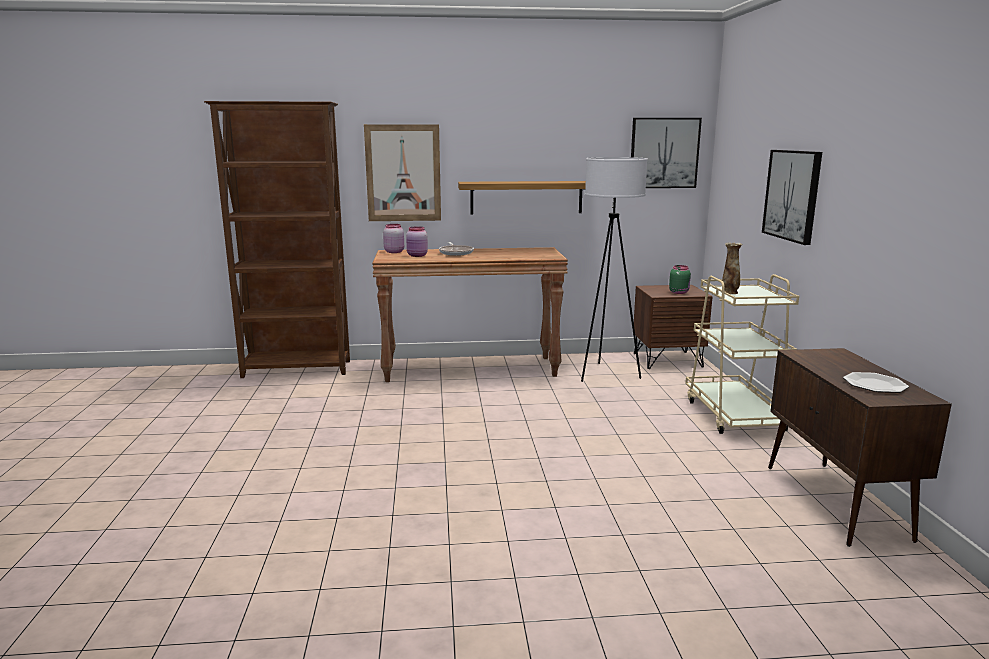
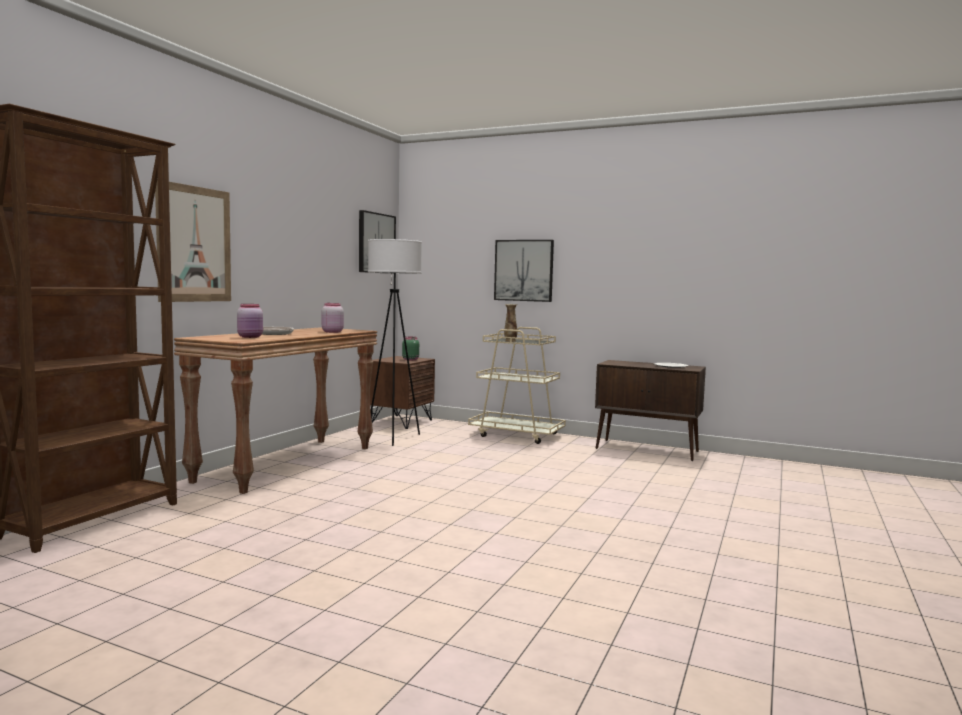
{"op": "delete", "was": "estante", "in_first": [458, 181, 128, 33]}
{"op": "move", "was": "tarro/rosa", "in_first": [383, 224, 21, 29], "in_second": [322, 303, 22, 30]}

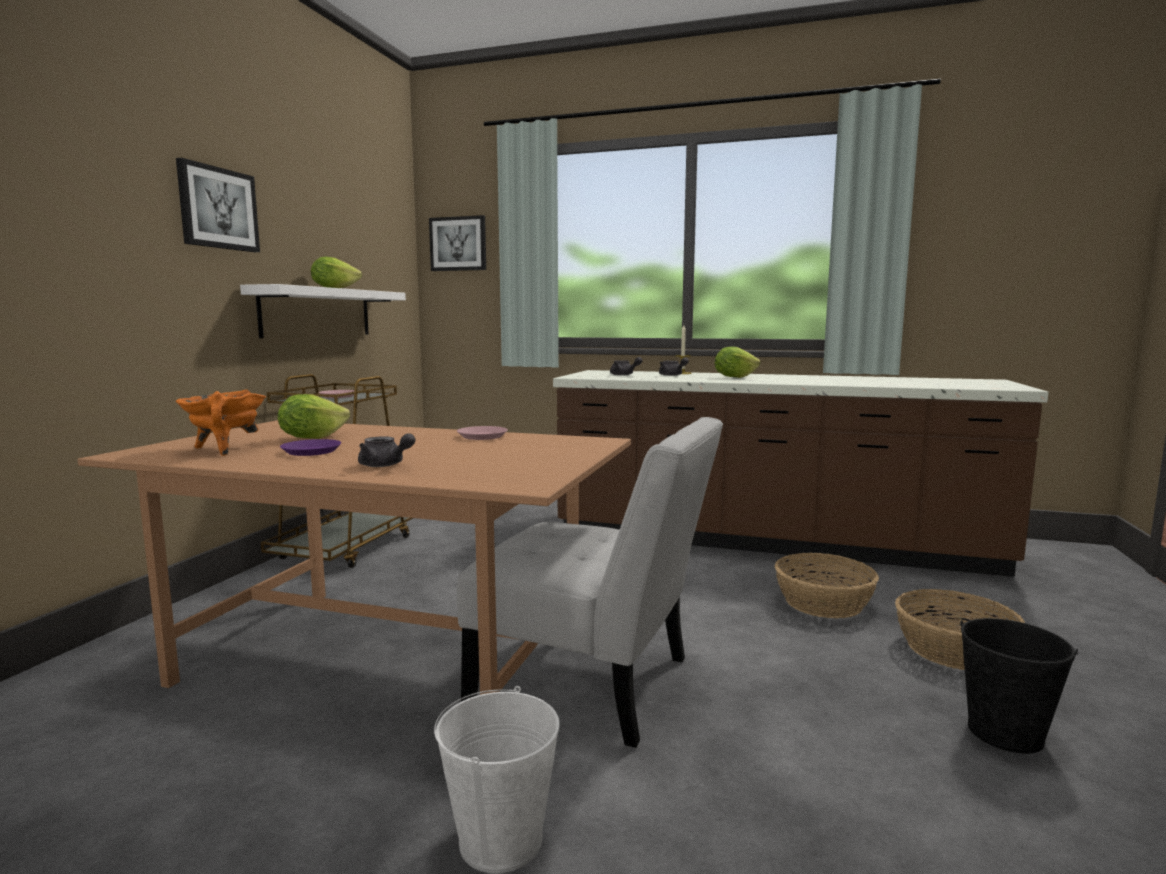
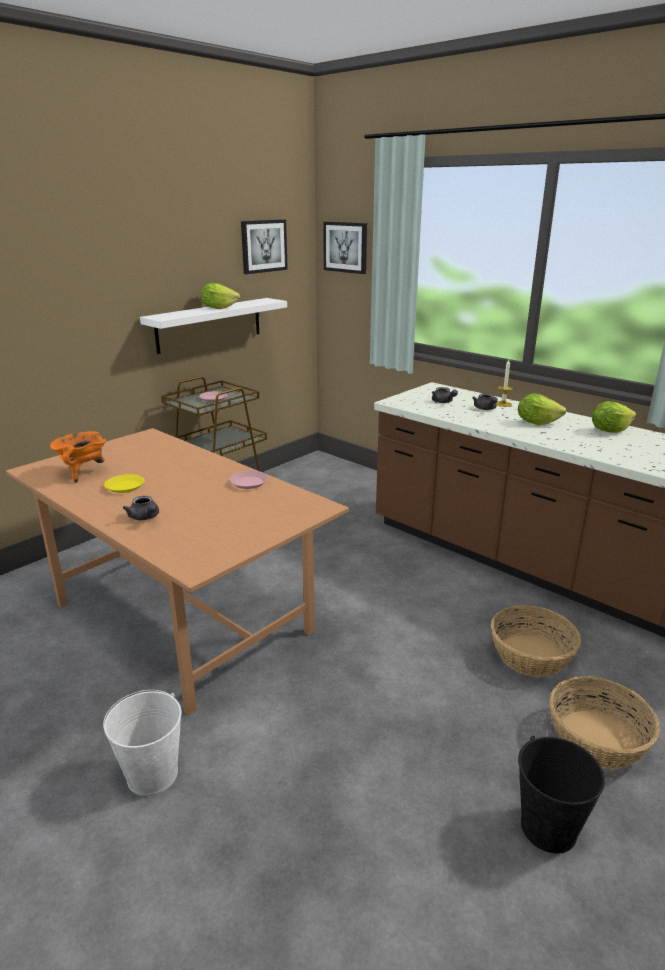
{"op": "move", "was": "cuadro", "in_first": [176, 158, 84, 94], "in_second": [241, 219, 47, 55]}
{"op": "move", "was": "lechuga", "in_first": [278, 394, 72, 45], "in_second": [592, 401, 44, 32]}
{"op": "delete", "was": "silla/blanco", "in_first": [457, 417, 266, 331]}
{"op": "recolor", "was": "plato/morado", "now": "plato/amarillo", "in_first": [280, 439, 61, 17], "in_second": [104, 474, 41, 19]}

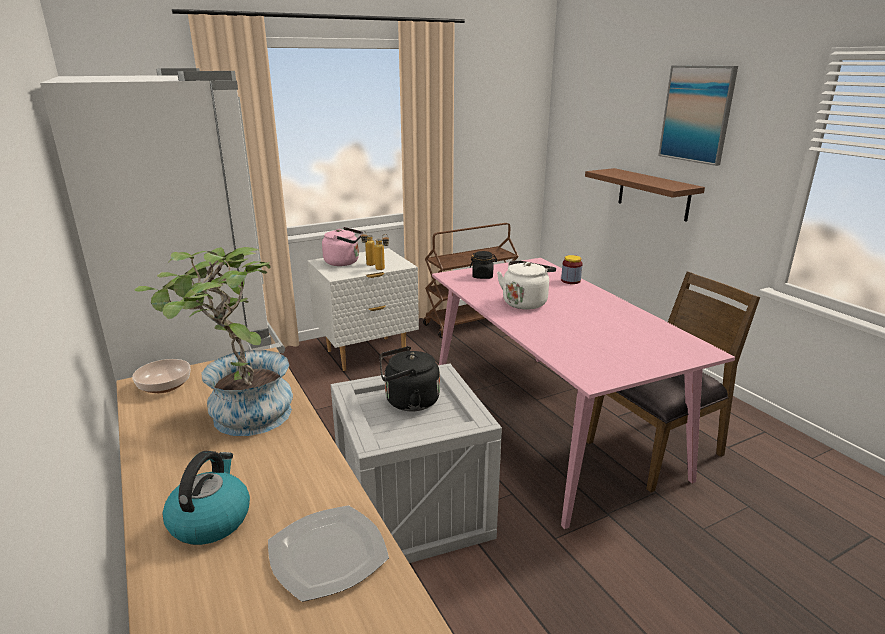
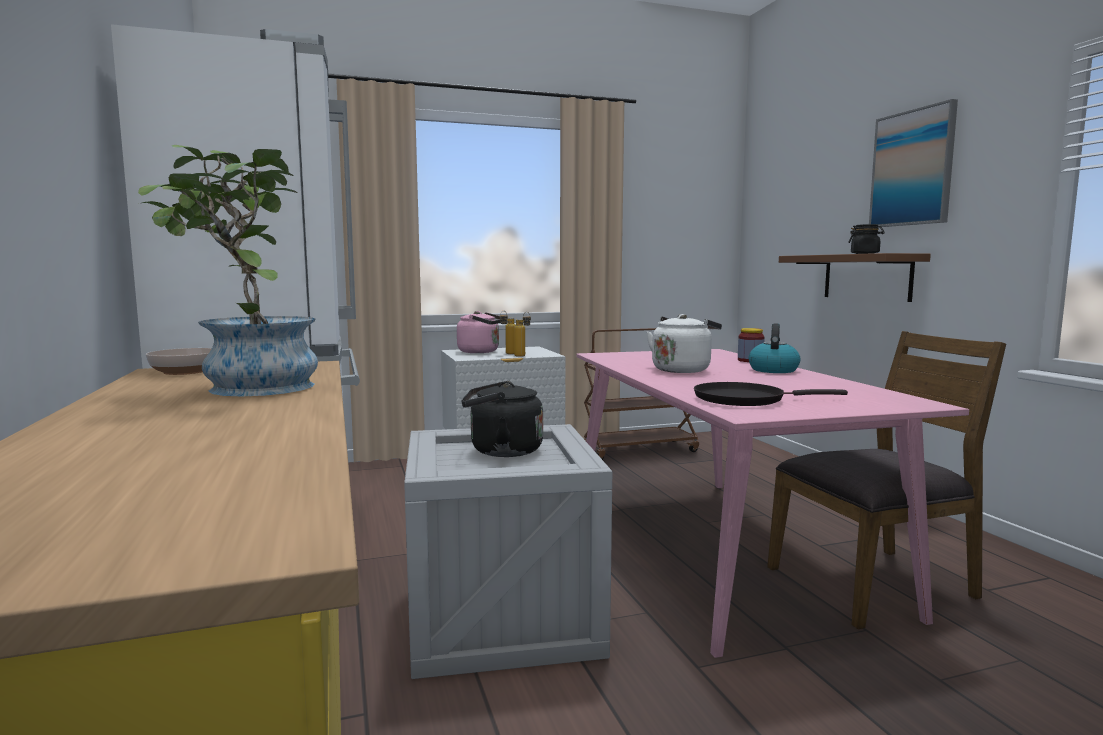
{"op": "move", "was": "tarro/negro", "in_first": [470, 251, 27, 28], "in_second": [848, 224, 37, 30]}
{"op": "move", "was": "hervidor", "in_first": [163, 451, 87, 94], "in_second": [749, 324, 52, 49]}
{"op": "delete", "was": "plato", "in_first": [268, 505, 121, 97]}
{"op": "insert", "now": "sartén/negro", "in_second": [694, 382, 154, 24]}

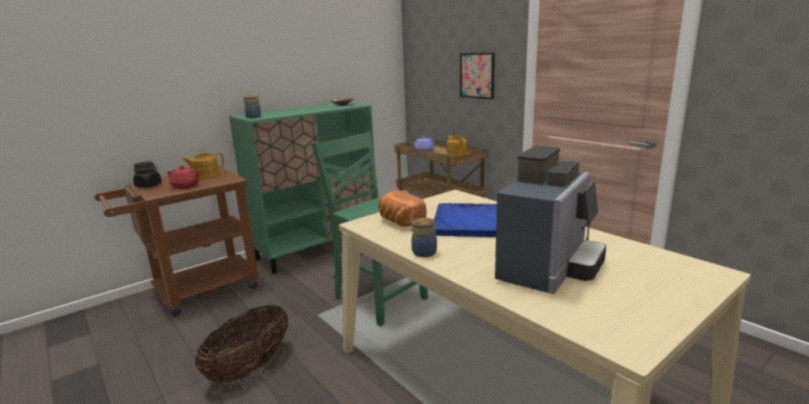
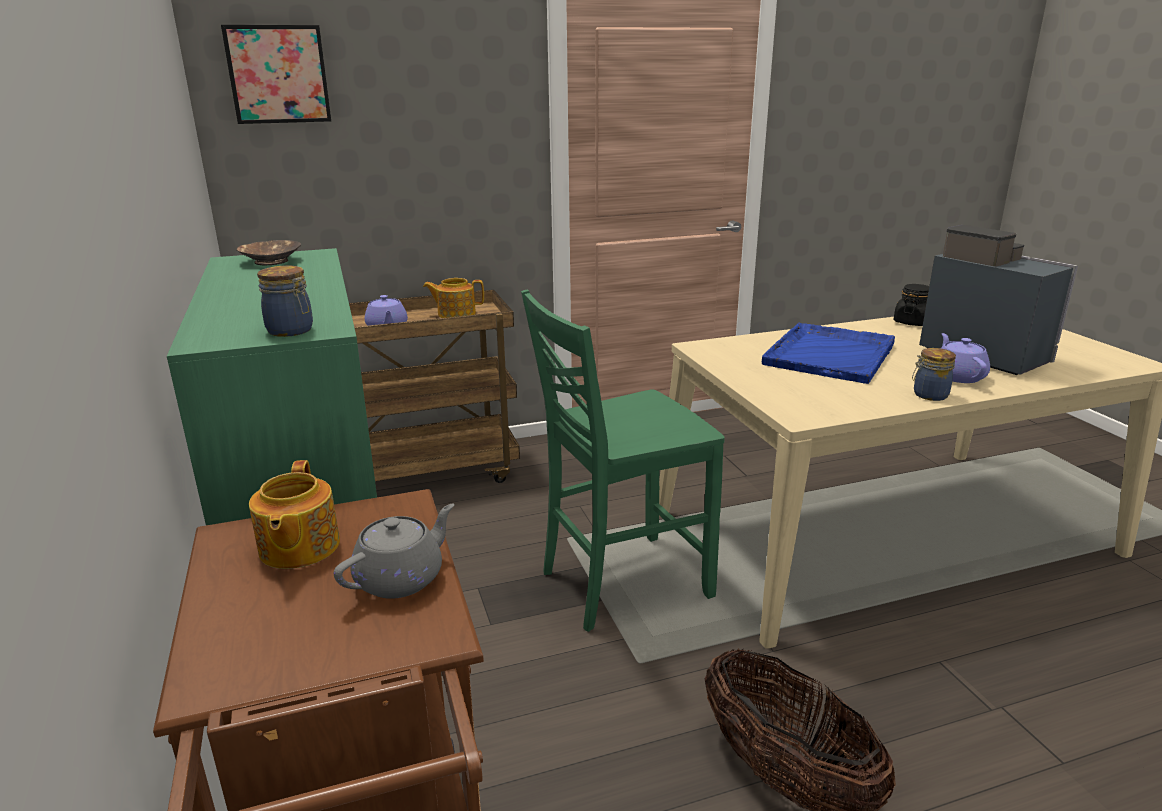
{"op": "move", "was": "cuadro", "in_first": [460, 53, 35, 46], "in_second": [221, 25, 110, 99]}
{"op": "move", "was": "tarro/negro", "in_first": [133, 161, 29, 27], "in_second": [894, 284, 35, 42]}
{"op": "recolor", "was": "tetera/rojo", "now": "tetera/gris", "in_first": [168, 165, 33, 24], "in_second": [334, 504, 121, 95]}
{"op": "delete", "was": "pan", "in_first": [378, 190, 48, 37]}
{"op": "insert", "now": "tetera/morado", "in_second": [941, 333, 49, 50]}

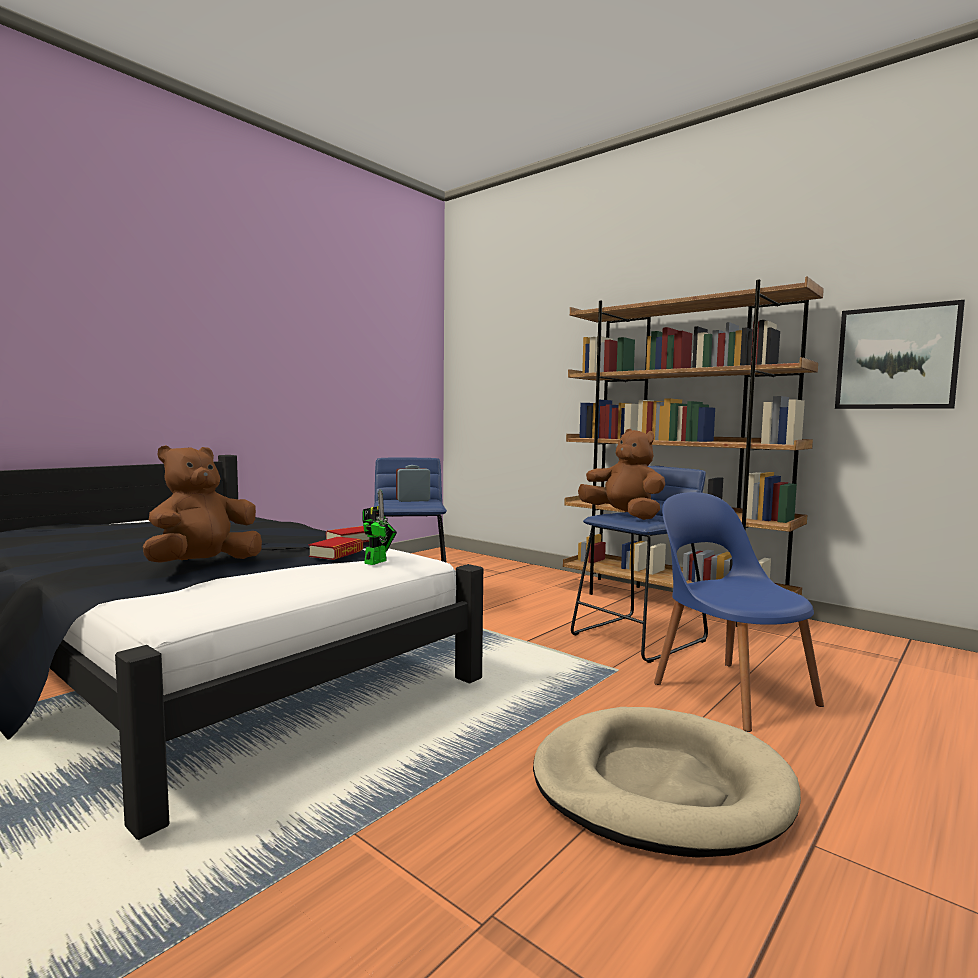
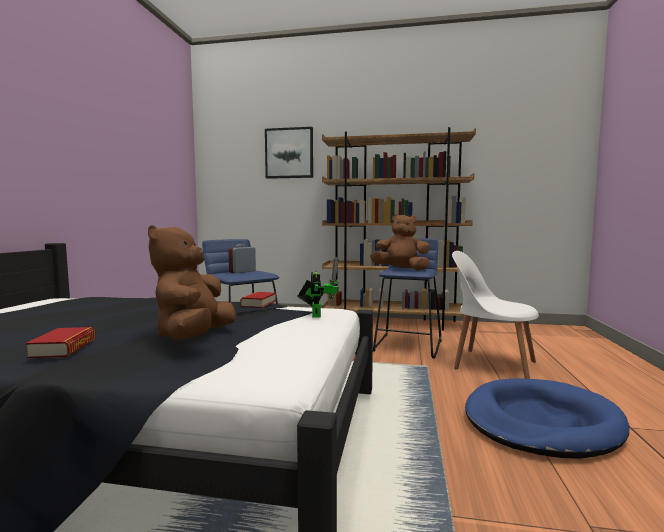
{"op": "move", "was": "cuadro", "in_first": [835, 300, 130, 109], "in_second": [265, 127, 48, 52]}
{"op": "recolor", "was": "silla/azul", "now": "silla/blanco", "in_first": [654, 492, 170, 240], "in_second": [452, 251, 87, 128]}
{"op": "move", "was": "libro", "in_first": [309, 537, 54, 23], "in_second": [25, 327, 71, 31]}
{"op": "recolor", "was": "cama para perro/beis", "now": "cama para perro/azul", "in_first": [533, 707, 268, 151], "in_second": [465, 378, 165, 81]}

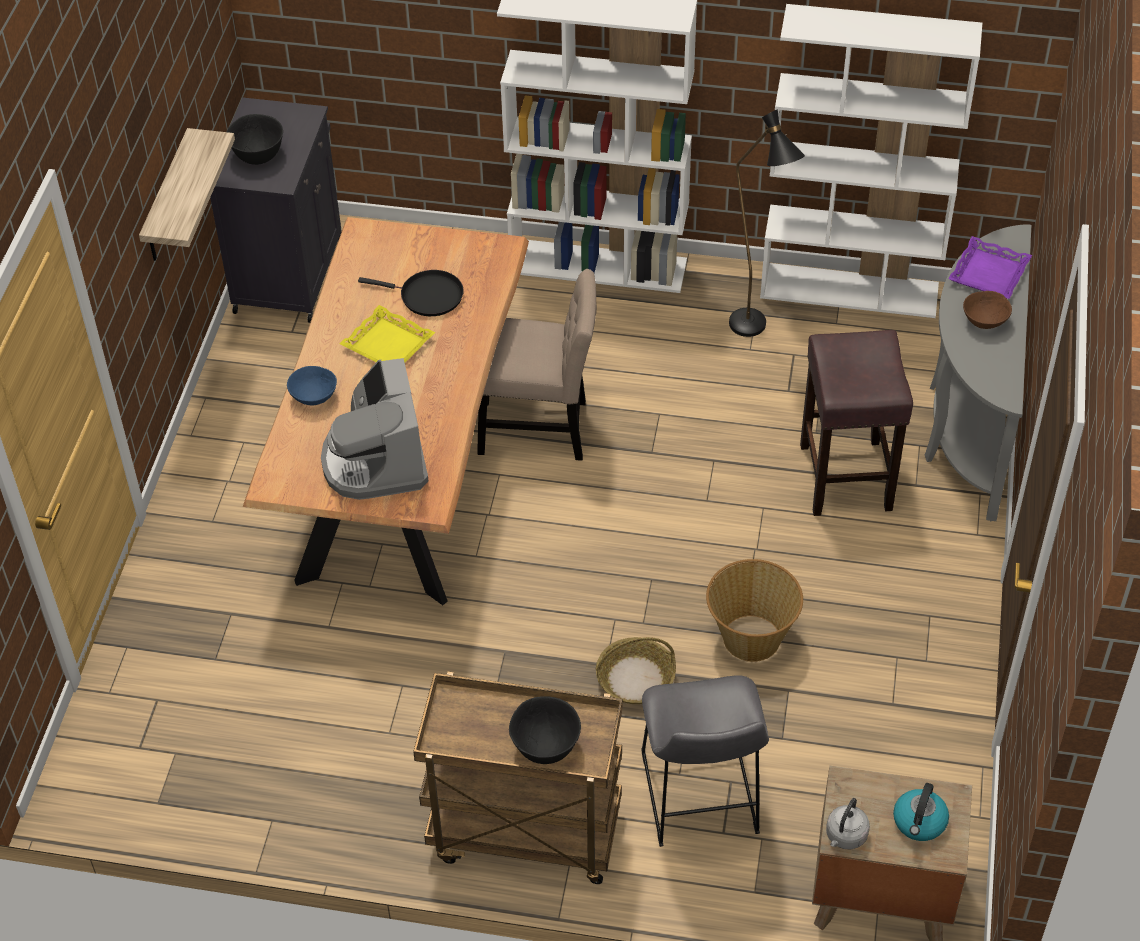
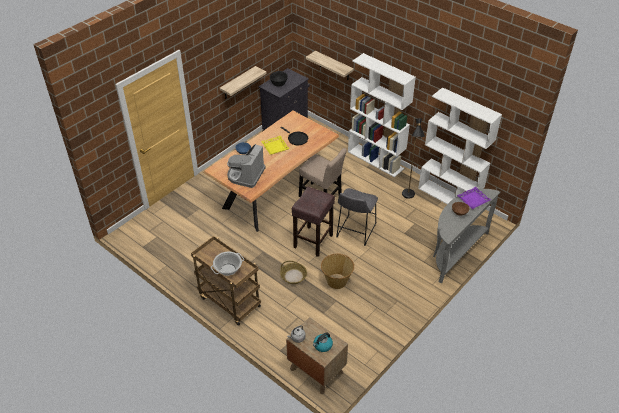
{"op": "move", "was": "taburete/marrón", "in_first": [800, 330, 113, 186], "in_second": [292, 187, 43, 70]}
{"op": "move", "was": "taburete/gris", "in_first": [641, 675, 128, 172], "in_second": [336, 188, 42, 58]}
{"op": "replace", "was": "cuenco/negro", "now": "olla", "in_first": [509, 696, 72, 68], "in_second": [211, 252, 33, 24]}
{"op": "insert", "now": "estante", "in_second": [306, 51, 48, 29]}

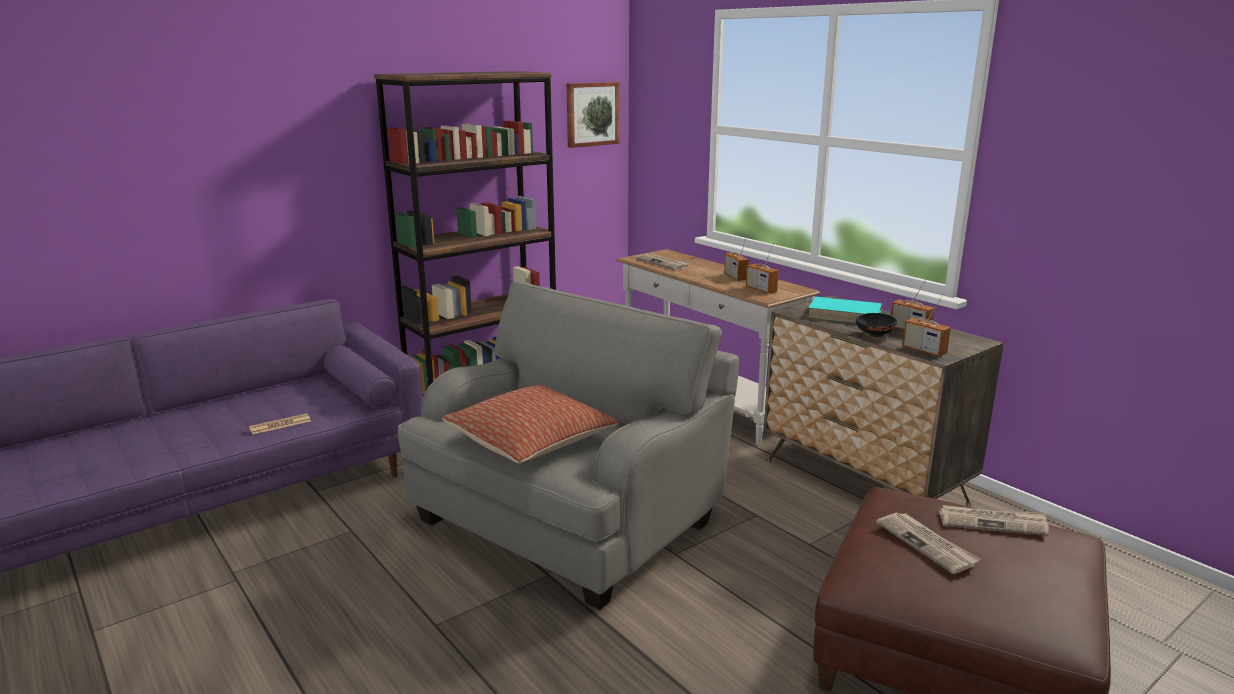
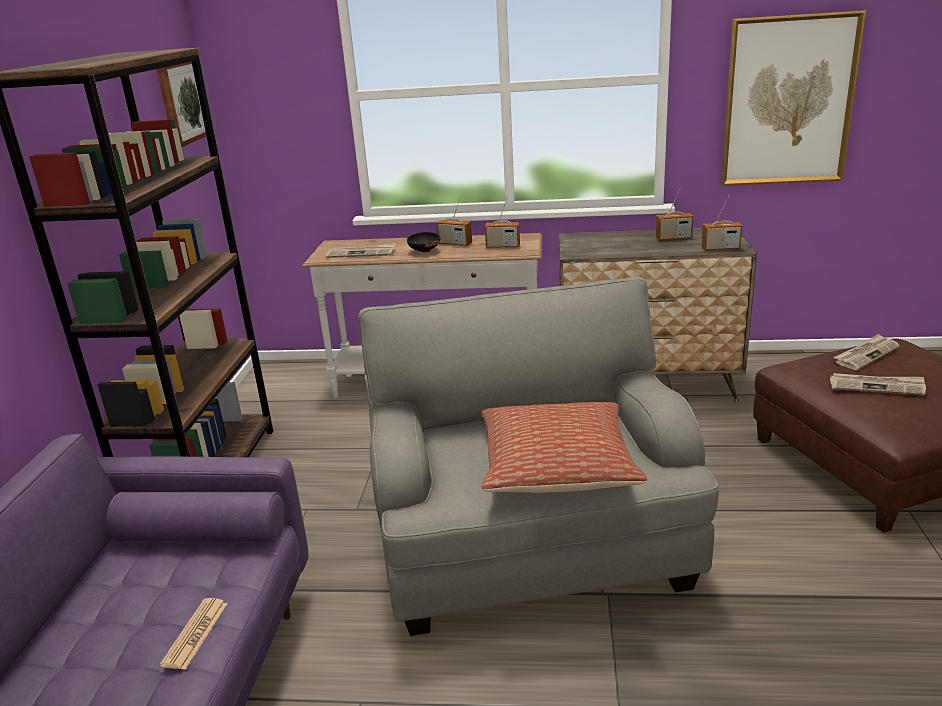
{"op": "delete", "was": "libro/turquesa", "in_first": [807, 297, 75, 26]}
{"op": "move", "was": "cuenco/negro", "in_first": [856, 313, 41, 24], "in_second": [407, 232, 33, 20]}
{"op": "insert", "now": "cuadro", "in_second": [721, 10, 145, 176]}

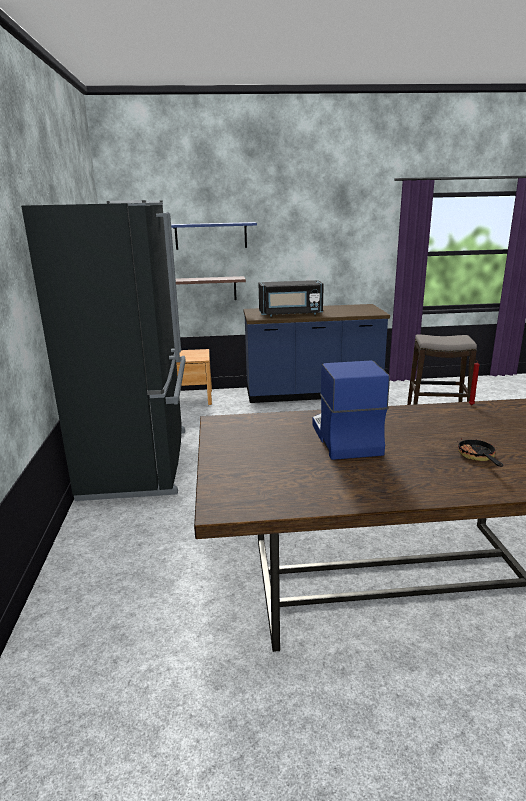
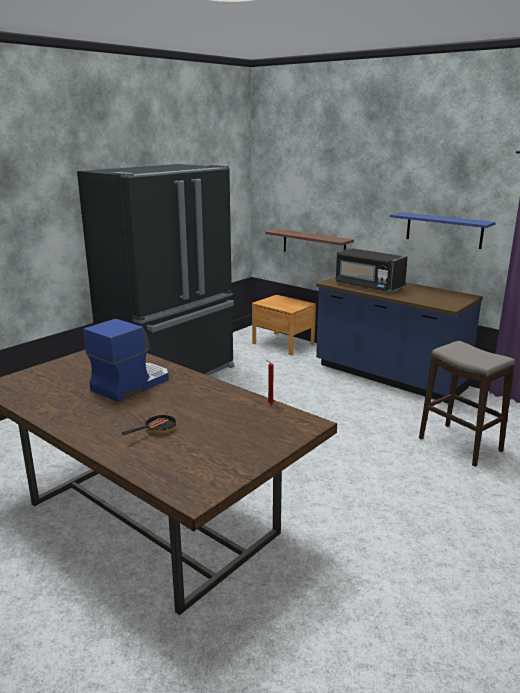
{"op": "move", "was": "estante/azul", "in_first": [171, 222, 86, 28], "in_second": [390, 212, 106, 37]}

